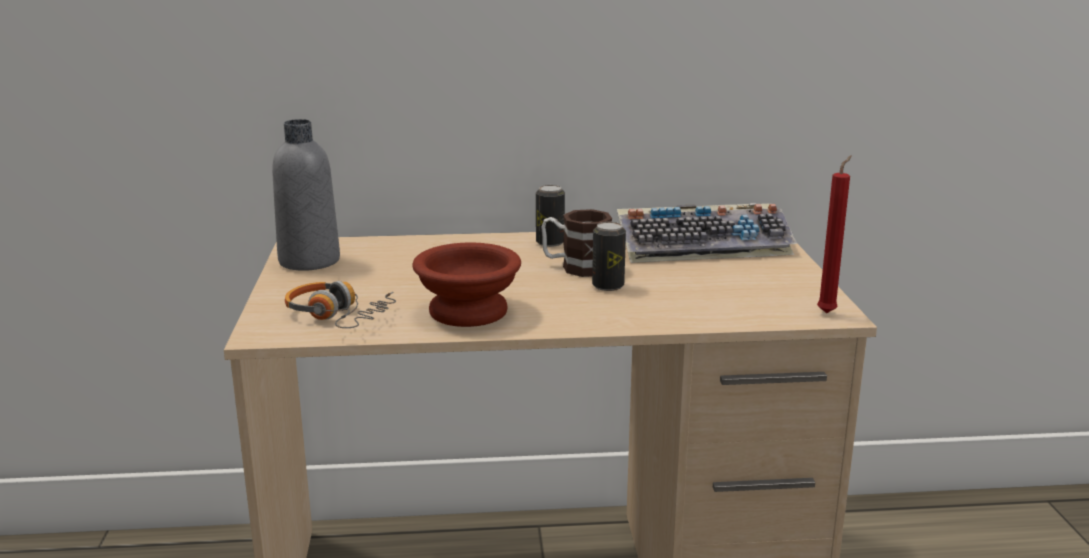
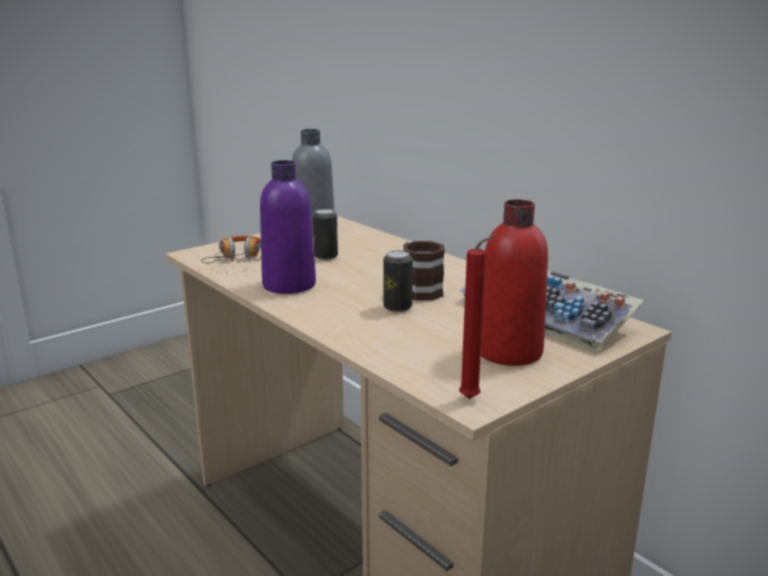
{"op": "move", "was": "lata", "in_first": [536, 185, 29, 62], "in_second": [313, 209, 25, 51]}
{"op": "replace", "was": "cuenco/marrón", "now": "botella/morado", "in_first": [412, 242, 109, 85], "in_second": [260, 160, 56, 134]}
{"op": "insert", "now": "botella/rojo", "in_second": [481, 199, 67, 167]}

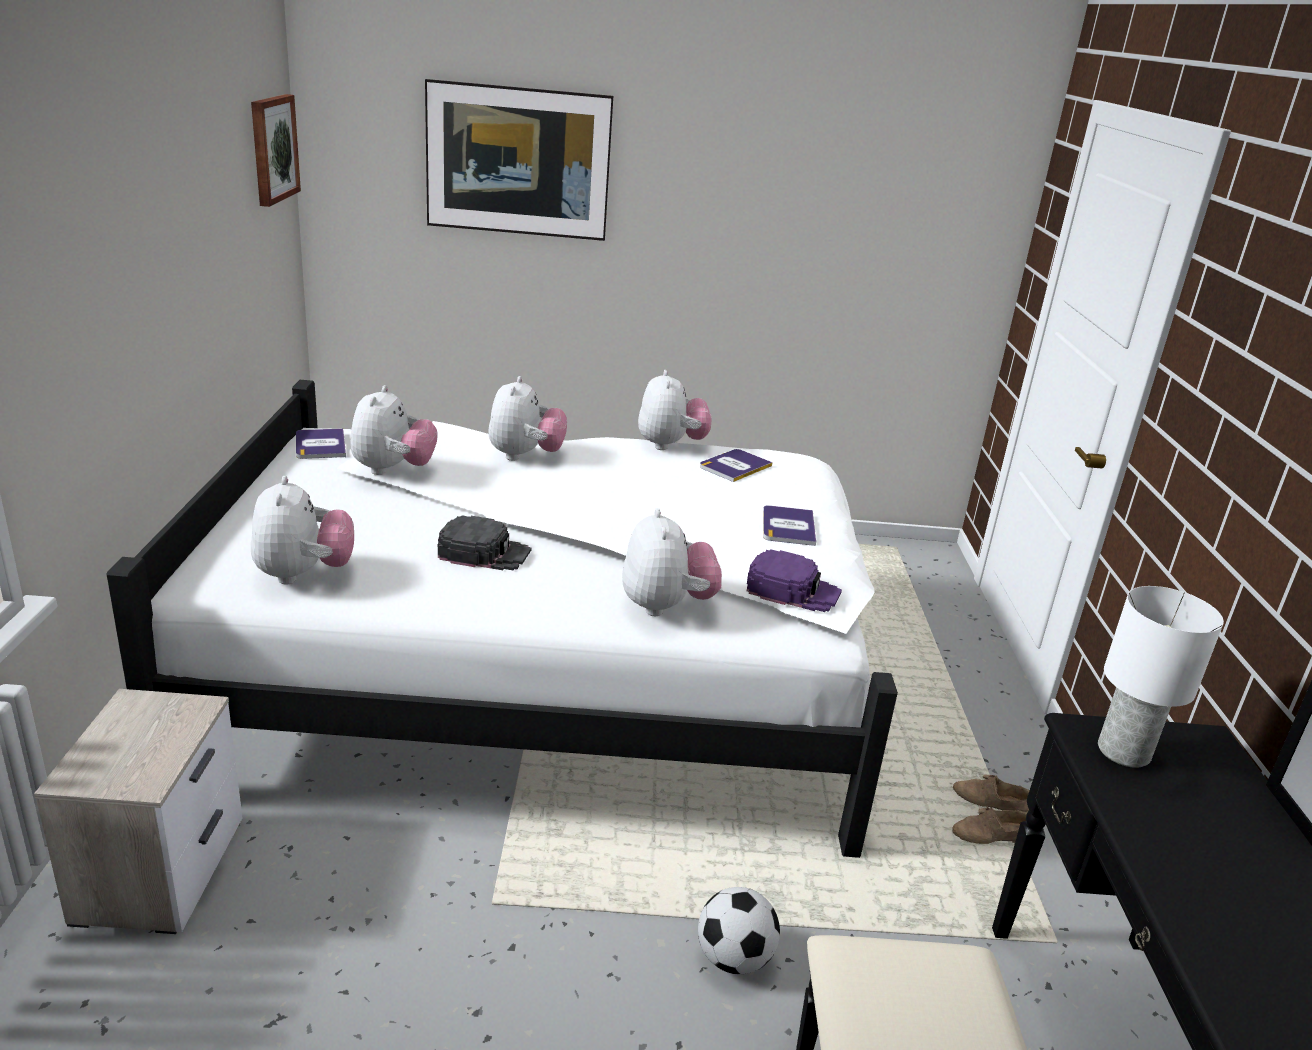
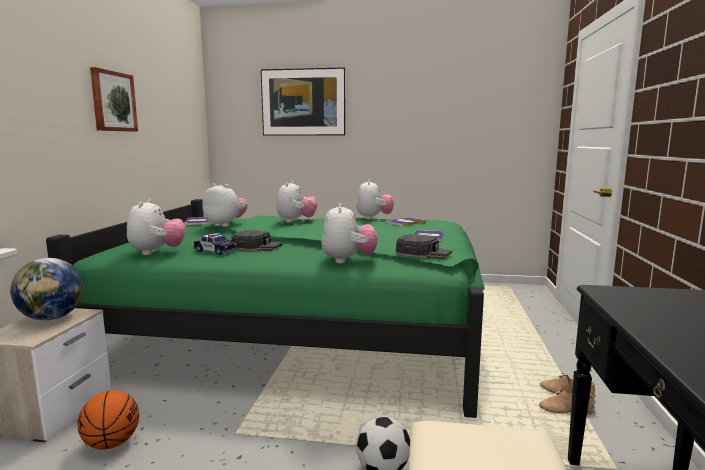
{"op": "move", "was": "cuadro", "in_first": [251, 94, 50, 113], "in_second": [90, 67, 48, 65]}
{"op": "recolor", "was": "cama/blanco", "now": "cama/verde", "in_first": [107, 380, 791, 478], "in_second": [46, 199, 439, 219]}
{"op": "rotate", "was": "peluche", "in_first": [351, 385, 87, 90], "in_second": [202, 183, 45, 44], "clockwise": -75}
{"op": "recolor", "was": "gorra/morado", "now": "gorra/negro", "in_first": [747, 549, 95, 63], "in_second": [396, 234, 56, 25]}
{"op": "delete", "was": "lámpara de mesa/blanco", "in_first": [1098, 586, 126, 182]}
{"op": "insert", "now": "coche de juguete", "in_second": [193, 233, 46, 22]}
{"op": "insert", "now": "globo terráqueo", "in_second": [10, 258, 74, 62]}
{"op": "insert", "now": "balón de baloncesto", "in_second": [77, 390, 62, 59]}

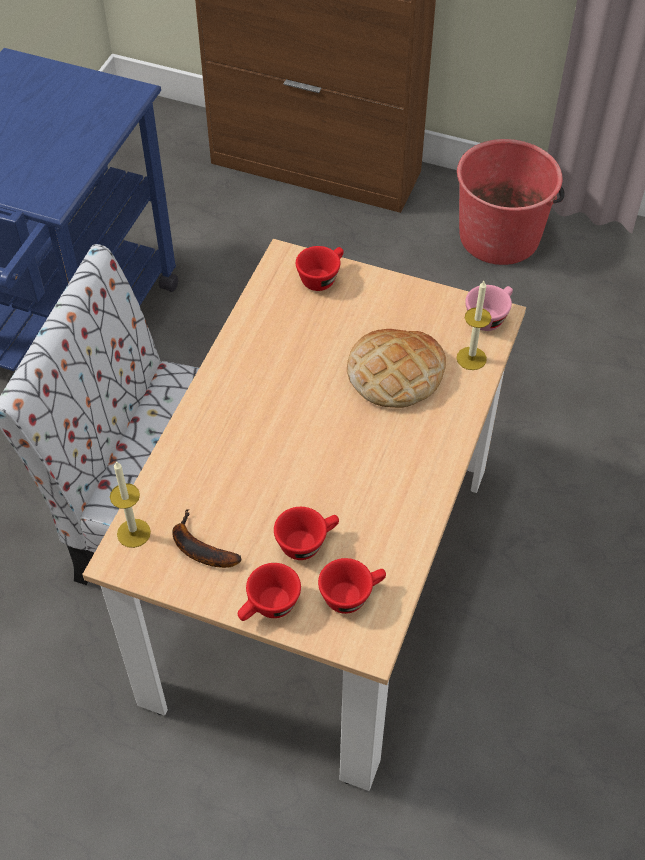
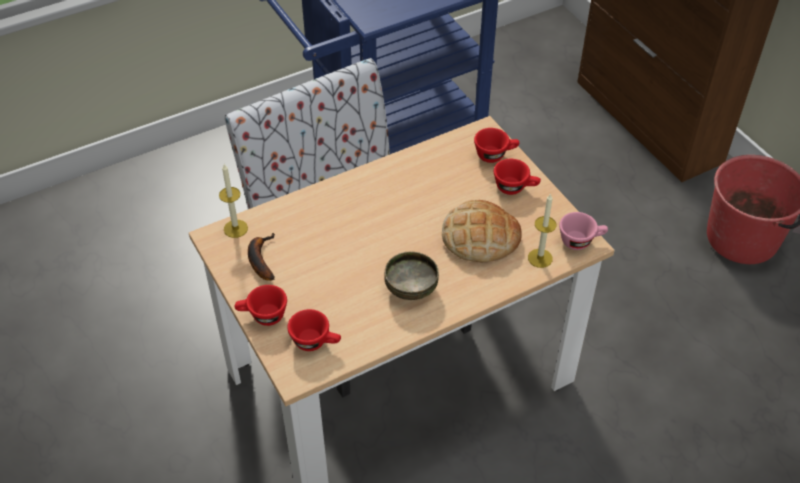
{"op": "move", "was": "taza/rojo", "in_first": [274, 507, 65, 53], "in_second": [494, 159, 47, 36]}
{"op": "insert", "now": "cuenco", "in_second": [384, 252, 55, 48]}

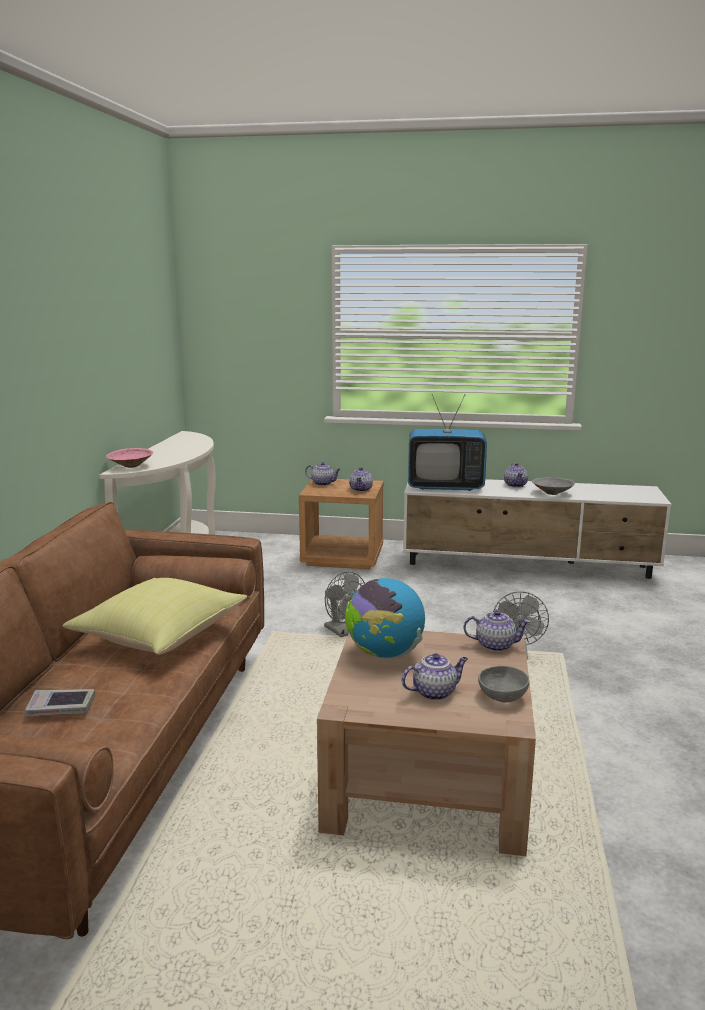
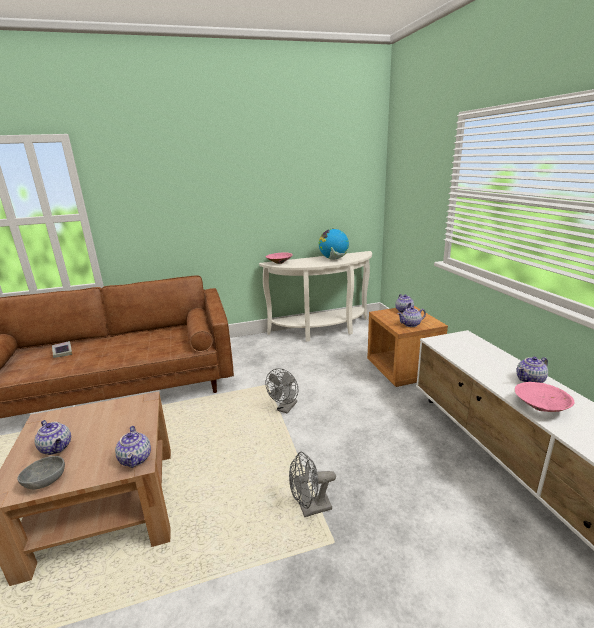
{"op": "delete", "was": "televisor", "in_first": [408, 394, 79, 97]}
{"op": "recolor", "was": "cuenco/gris", "now": "cuenco/rosa", "in_first": [532, 477, 43, 18], "in_second": [515, 382, 59, 30]}
{"op": "delete", "was": "cojín/amarillo", "in_first": [63, 578, 184, 77]}
{"op": "move", "was": "globo terráqueo", "in_first": [345, 578, 80, 80], "in_second": [319, 228, 30, 32]}

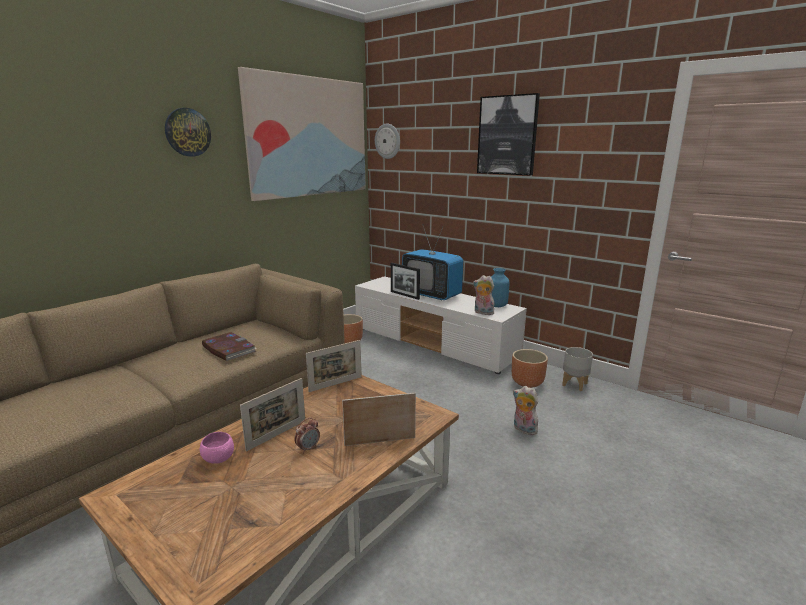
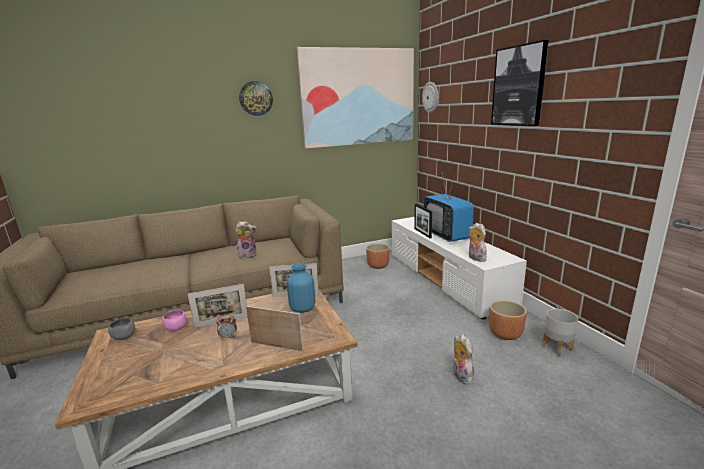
{"op": "move", "was": "florero/azul", "in_first": [491, 268, 18, 39], "in_second": [287, 264, 28, 49]}
{"op": "replace", "was": "libro", "now": "peluche", "in_first": [202, 332, 55, 29], "in_second": [236, 221, 21, 38]}
{"op": "insert", "now": "cuenco/gris", "in_second": [108, 318, 27, 22]}

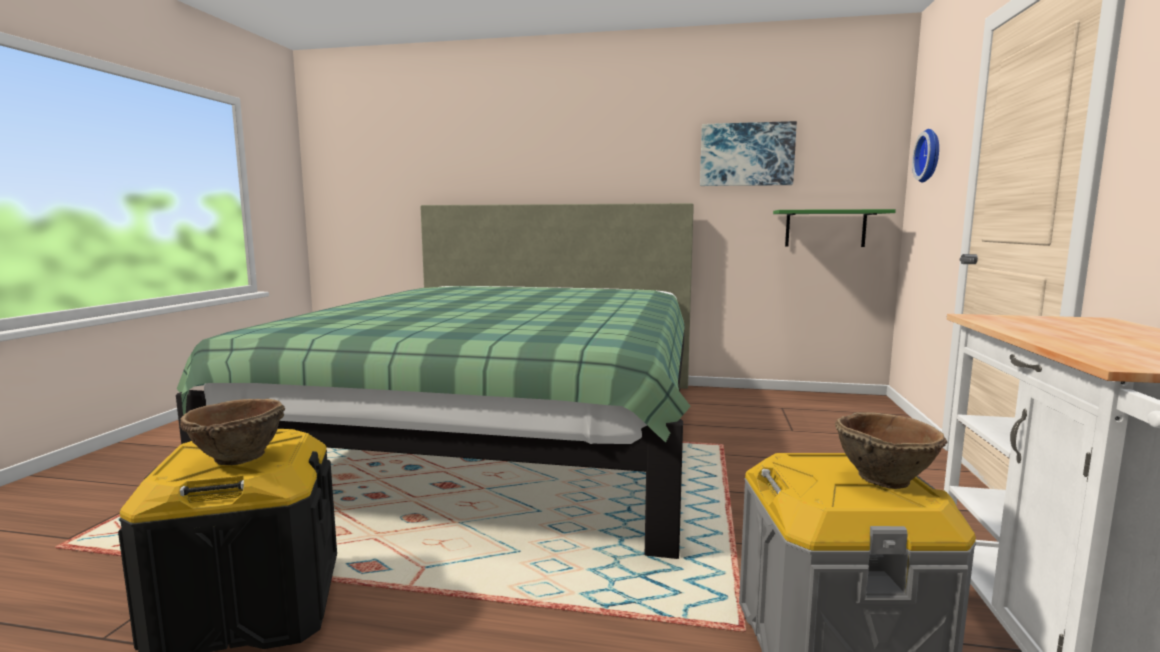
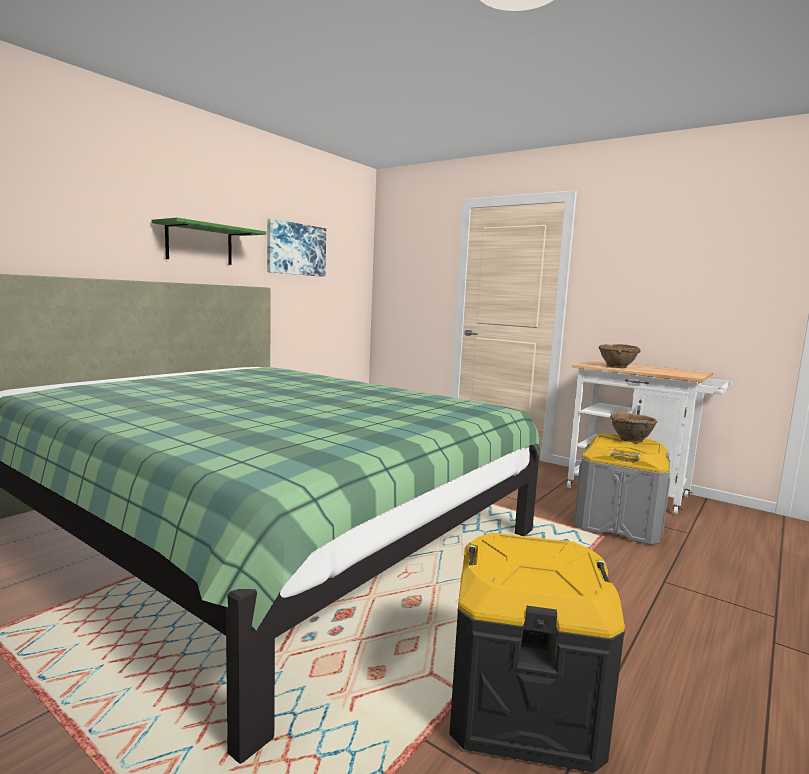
{"op": "delete", "was": "reloj de pared", "in_first": [912, 129, 27, 53]}
{"op": "move", "was": "estante/verde", "in_first": [773, 209, 123, 38], "in_second": [152, 218, 114, 47]}
{"op": "move", "was": "cuenco/marrón", "in_first": [180, 399, 105, 66], "in_second": [599, 344, 42, 24]}

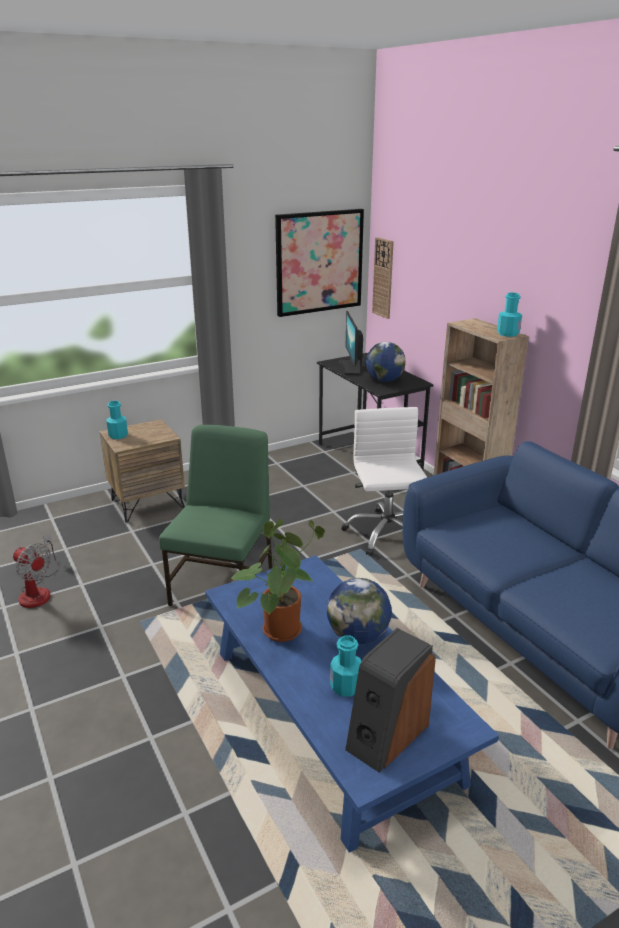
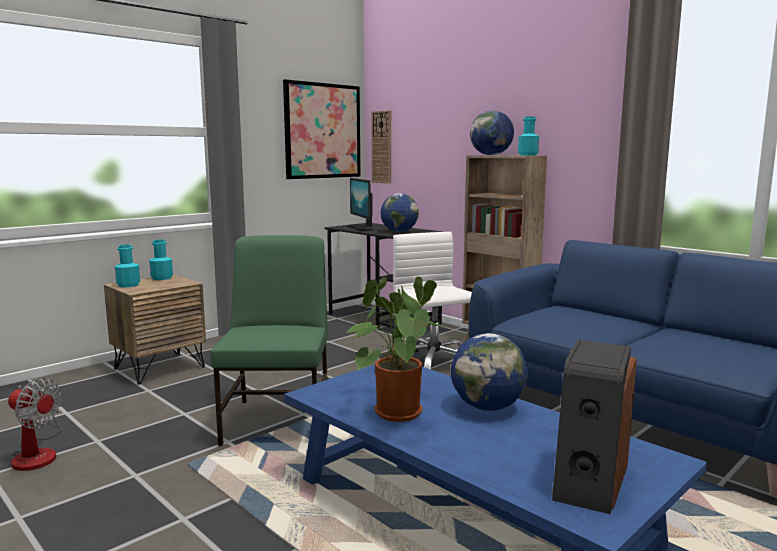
{"op": "move", "was": "botella/turquesa", "in_first": [330, 635, 31, 62], "in_second": [149, 239, 24, 41]}
{"op": "insert", "now": "globo terráqueo", "in_second": [470, 111, 44, 44]}

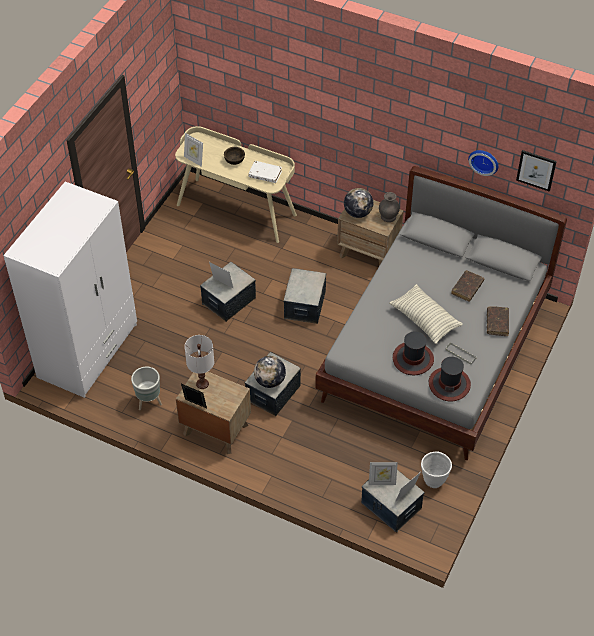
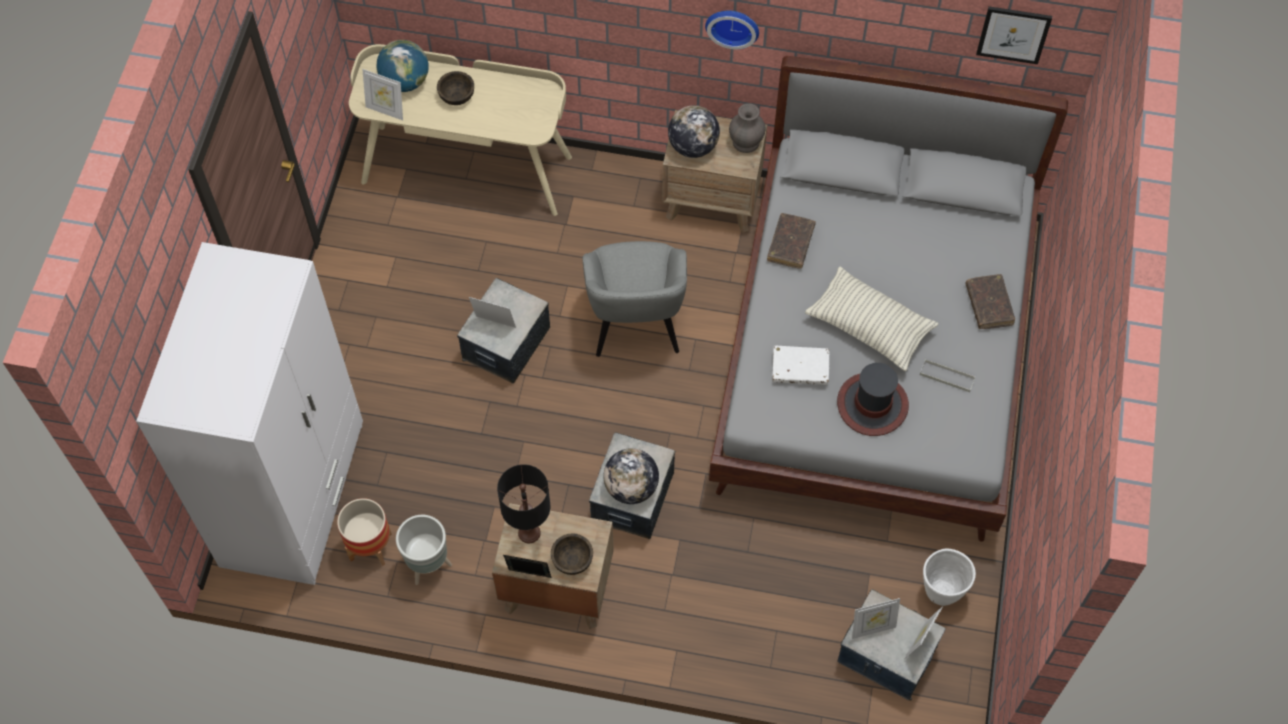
{"op": "move", "was": "reloj de pared", "in_first": [468, 150, 30, 26], "in_second": [705, 11, 54, 38]}
{"op": "move", "was": "libro/blanco", "in_first": [248, 161, 34, 22], "in_second": [773, 346, 56, 39]}
{"op": "replace", "was": "caja de almacenaje", "now": "sillón/gris", "in_first": [283, 268, 43, 56], "in_second": [582, 241, 105, 116]}
{"op": "move", "was": "libro/marrón", "in_first": [451, 270, 33, 32], "in_second": [767, 213, 49, 56]}
{"op": "recolor", "was": "lámpara de mesa/blanco", "now": "lámpara de mesa/negro", "in_first": [185, 335, 29, 54], "in_second": [497, 464, 53, 79]}
{"op": "delete", "was": "sombrero", "in_first": [429, 357, 42, 44]}
{"op": "insert", "now": "globo terráqueo", "in_second": [376, 40, 53, 52]}
{"op": "insert", "now": "maceta", "in_second": [337, 498, 55, 68]}
{"op": "insert", "now": "cuenco/marrón", "in_second": [551, 533, 42, 42]}

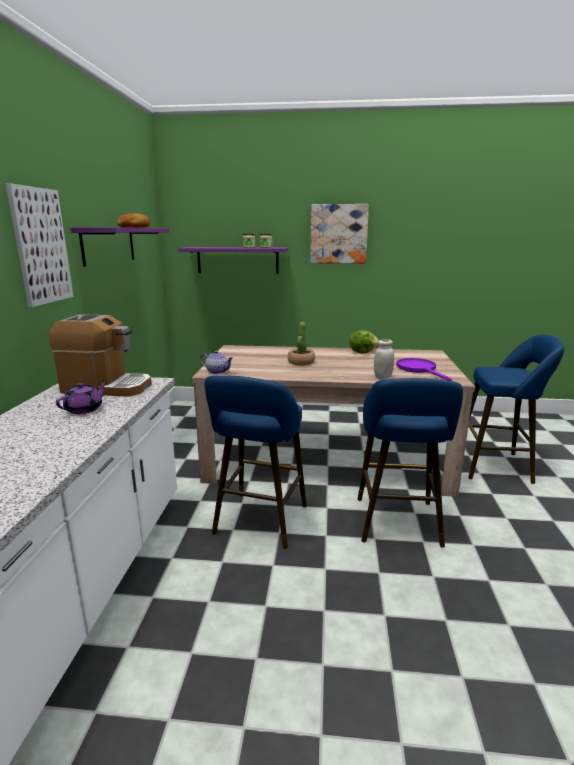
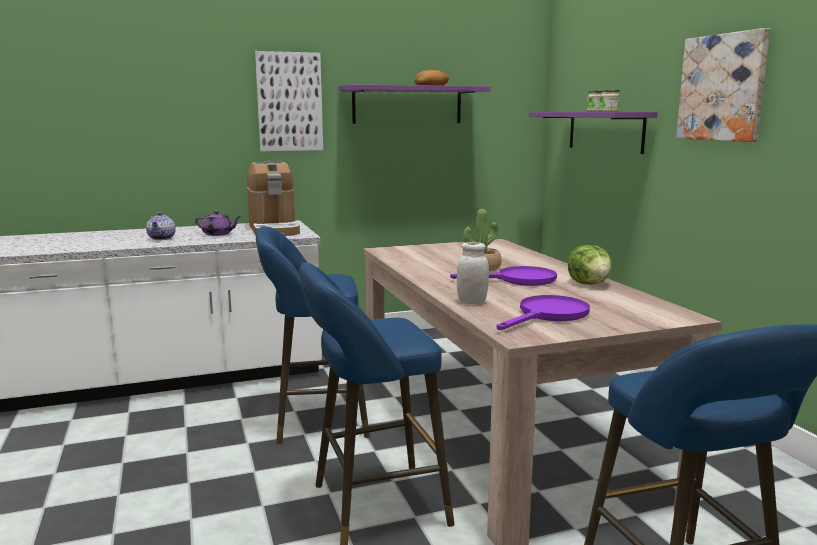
{"op": "move", "was": "tetera", "in_first": [200, 351, 33, 23], "in_second": [146, 212, 30, 28]}
{"op": "insert", "now": "sartén/morado", "in_second": [450, 266, 107, 20]}

